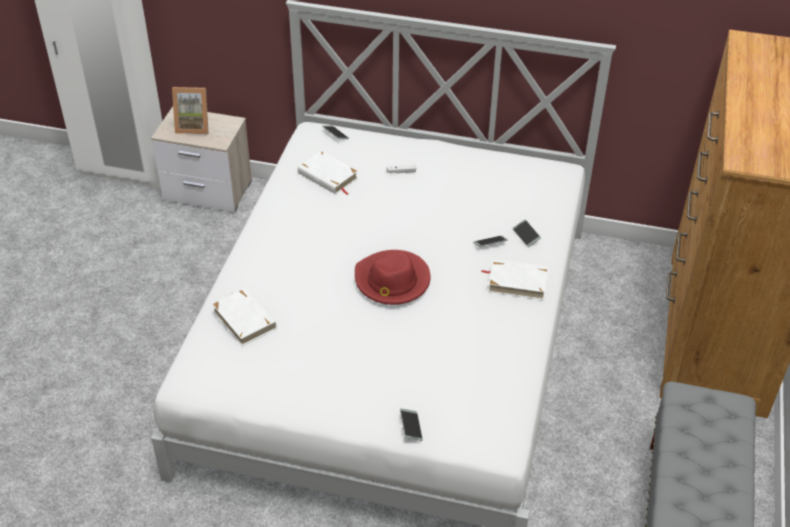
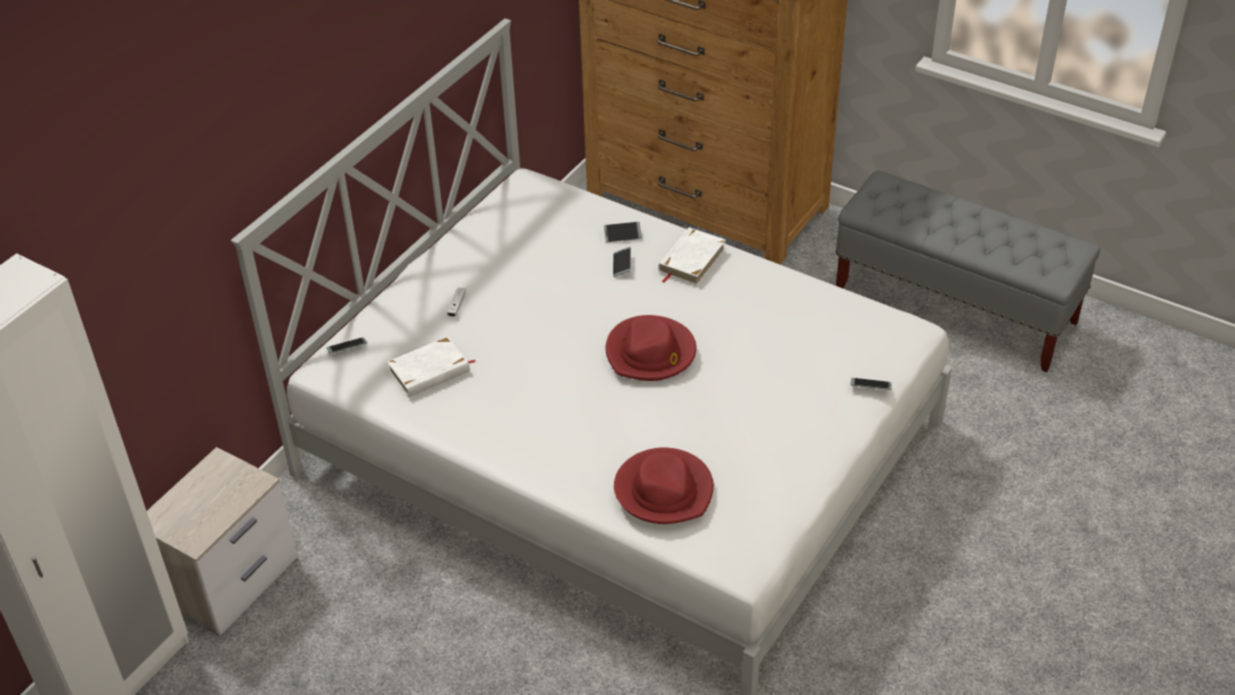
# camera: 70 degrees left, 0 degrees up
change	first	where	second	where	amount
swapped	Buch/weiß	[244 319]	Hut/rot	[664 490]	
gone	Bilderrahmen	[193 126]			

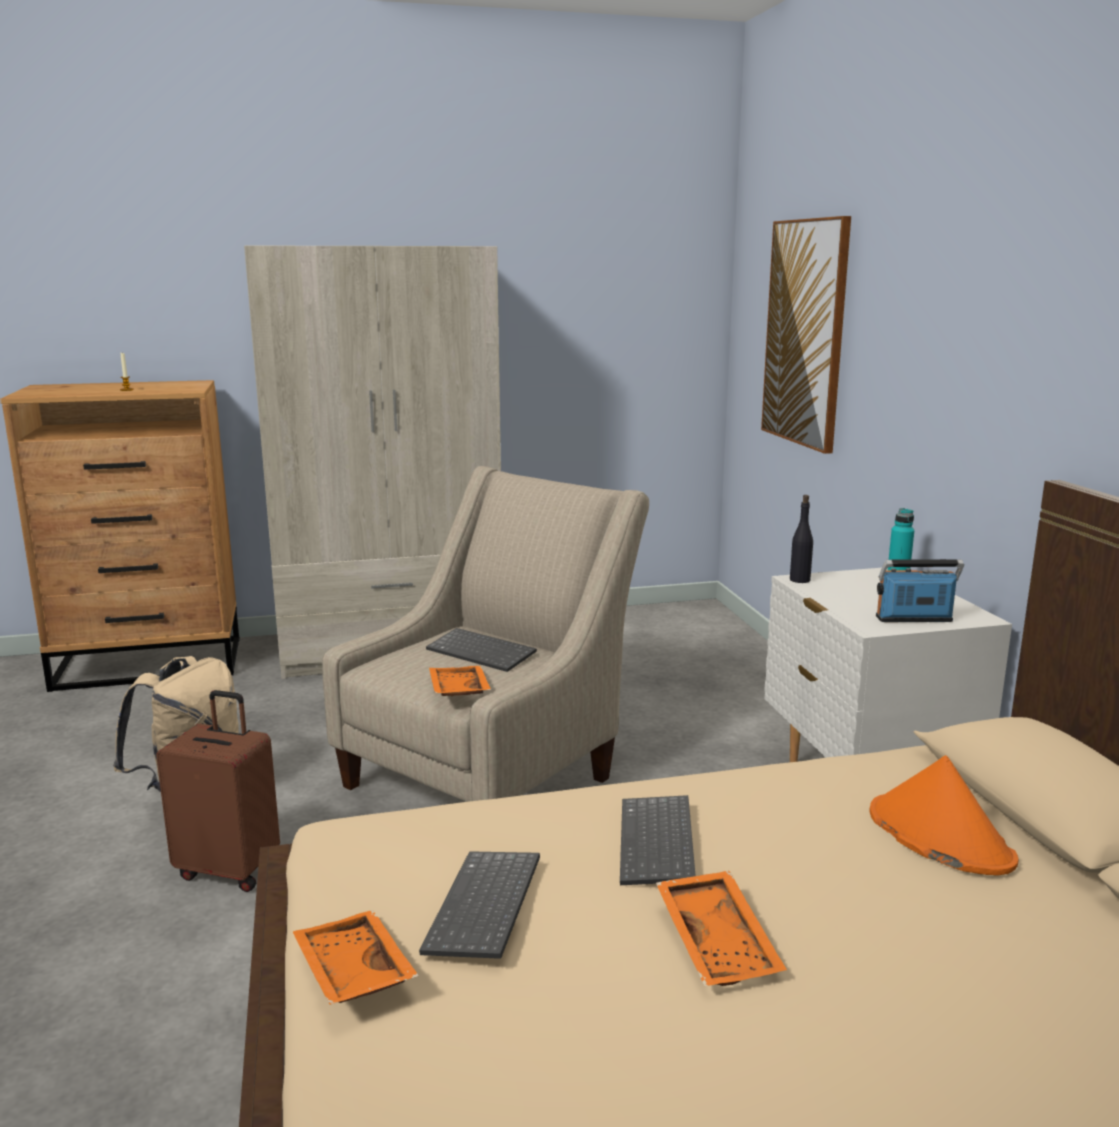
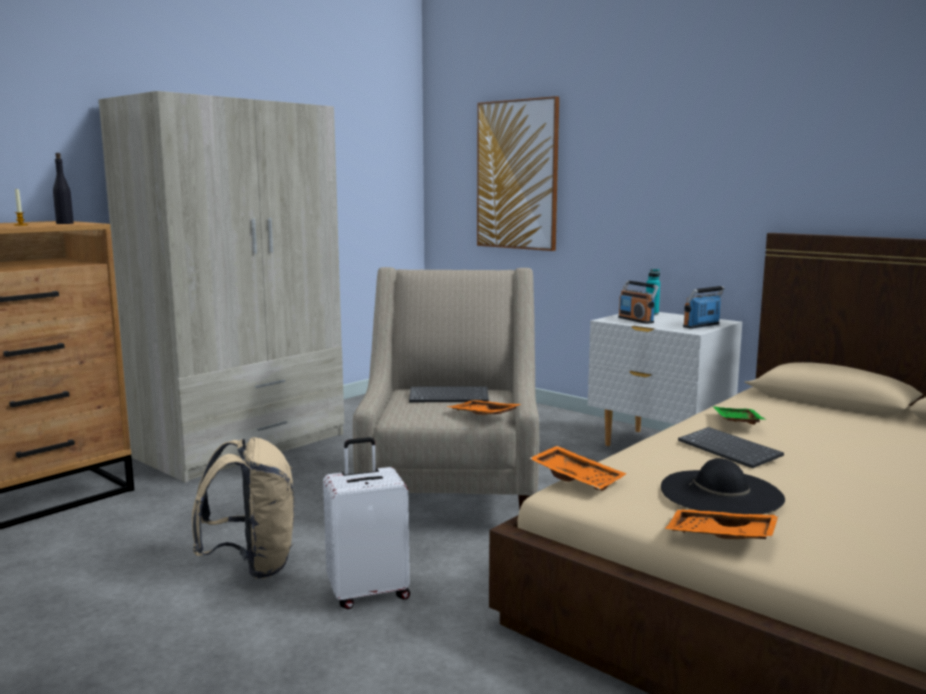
# camera: 35 degrees left, 5 degrees down
change	first	where	second	where	amount
shifted	Flasche/schwarz	[800 580]		[65 223]	
repainted	Koffer/braun	[230 869]	Koffer/weiß	[368 592]	
shifted	Tablett/orange	[719 942]		[577 478]	
new			Radio	[636 320]	
swapped	Tastatur	[486 908]	Hut/schwarz	[721 493]	
new			Tablett/grün	[736 423]	
gone	Hut/orange	[938 836]			

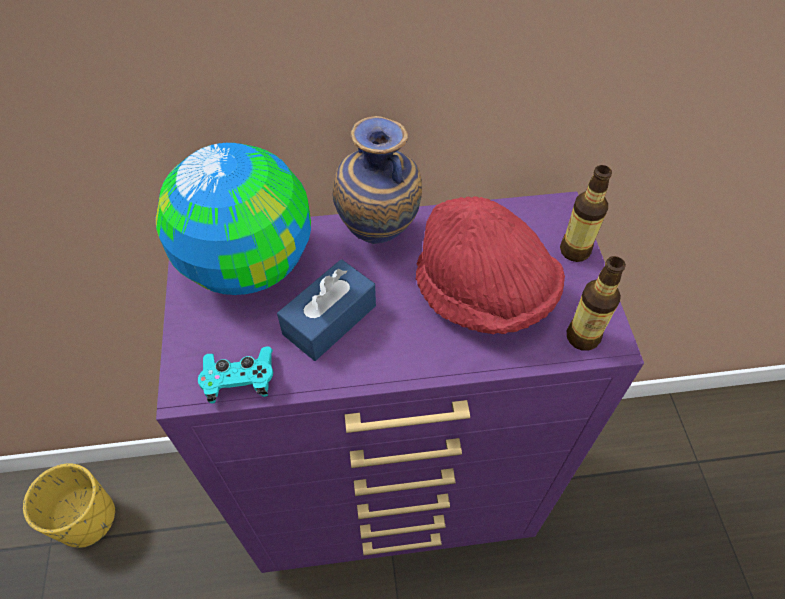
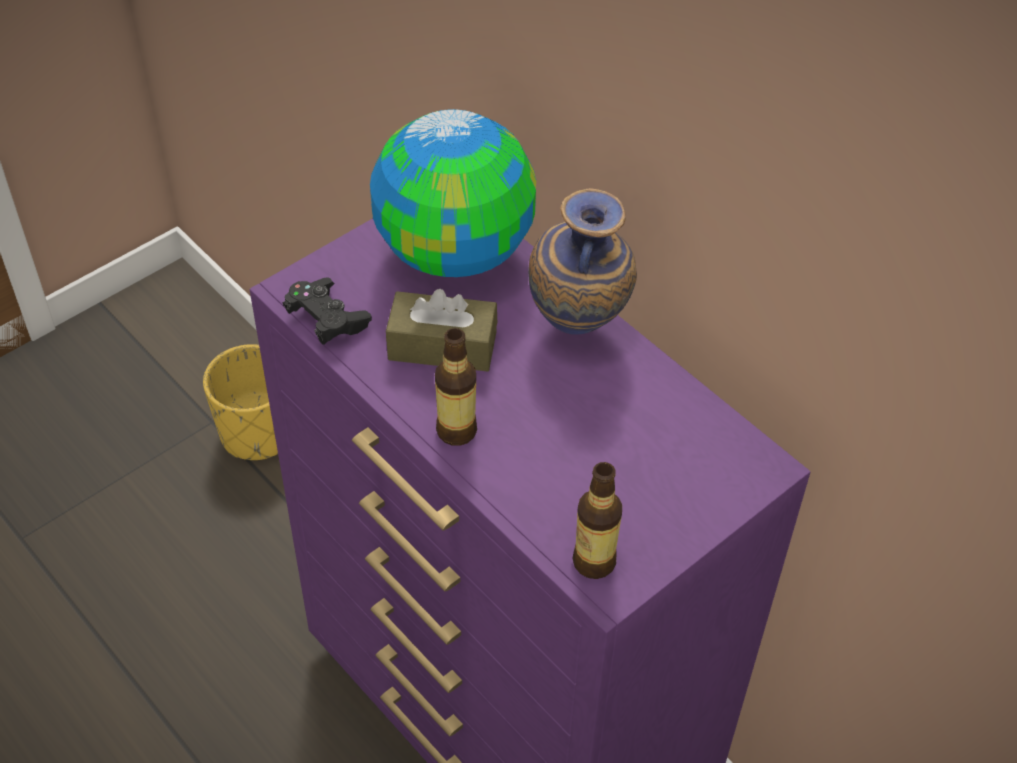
# camera: 55 degrees right, 5 degrees down
change	first	where	second	where	amount
repainted	Gamepad/türkis	[240 380]	Gamepad/schwarz	[327 320]	
repainted	Taschentuchbox/blau	[329 320]	Taschentuchbox/braun	[442 346]	
shifted	Flasche	[574 250]		[456 431]	
gone	Hut/rot	[483 295]			

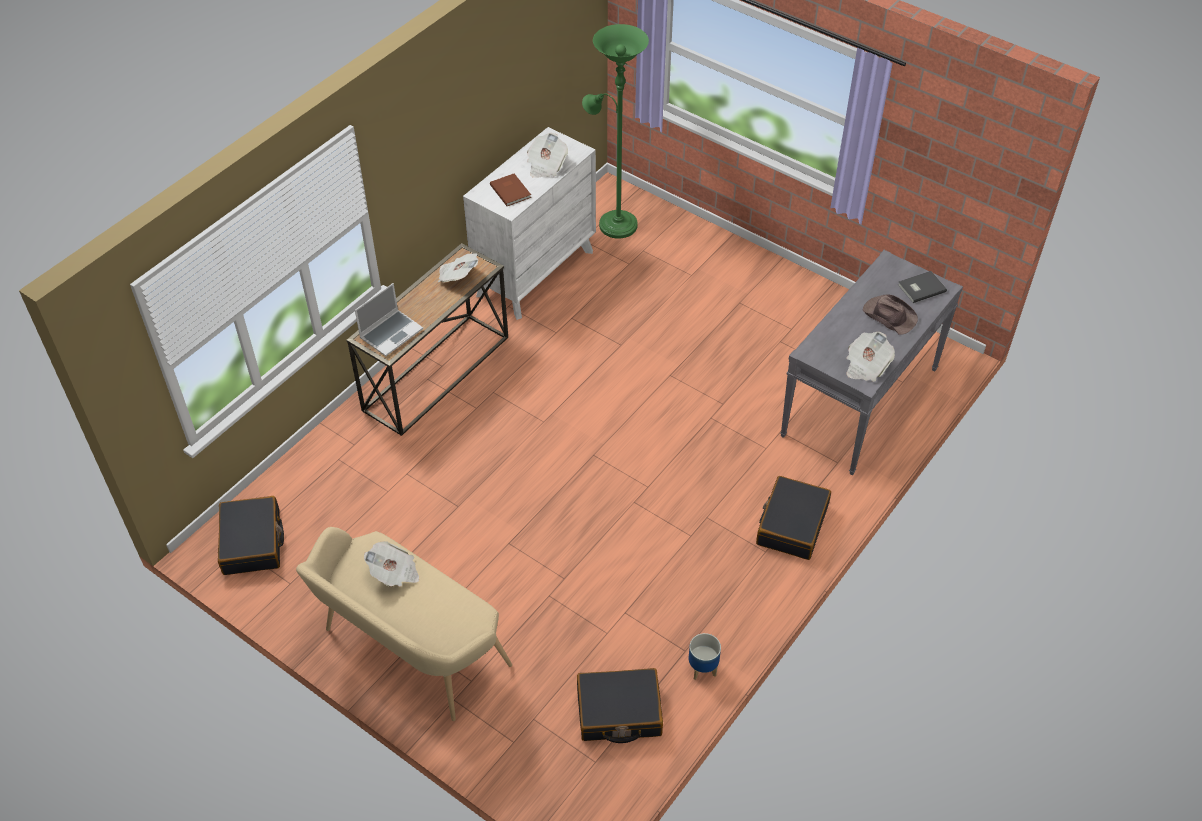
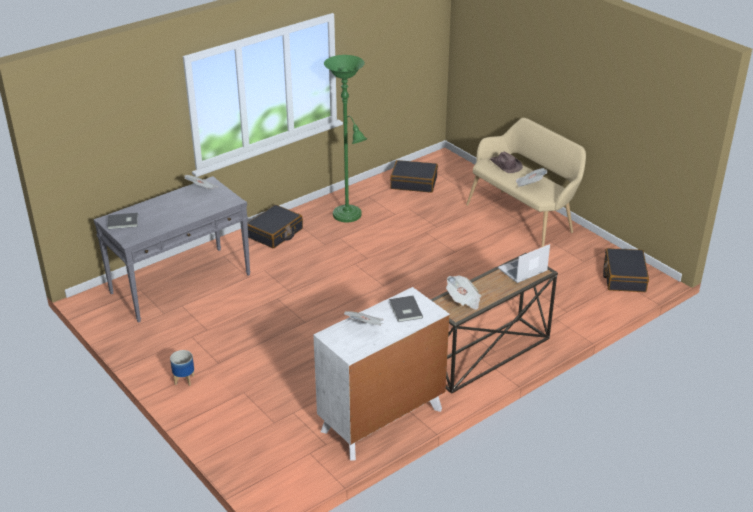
# camera: 165 degrees left, 15 degrees down
change	first	where	second	where	amount
shifted	Pflanzkübel	[702 668]		[184 379]	
shifted	Stehlampe/grün	[614 223]		[349 216]	
repainted	Buch/braun	[511 190]	Buch/grau	[405 310]	
shifted	Hut/braun	[889 315]		[505 165]	

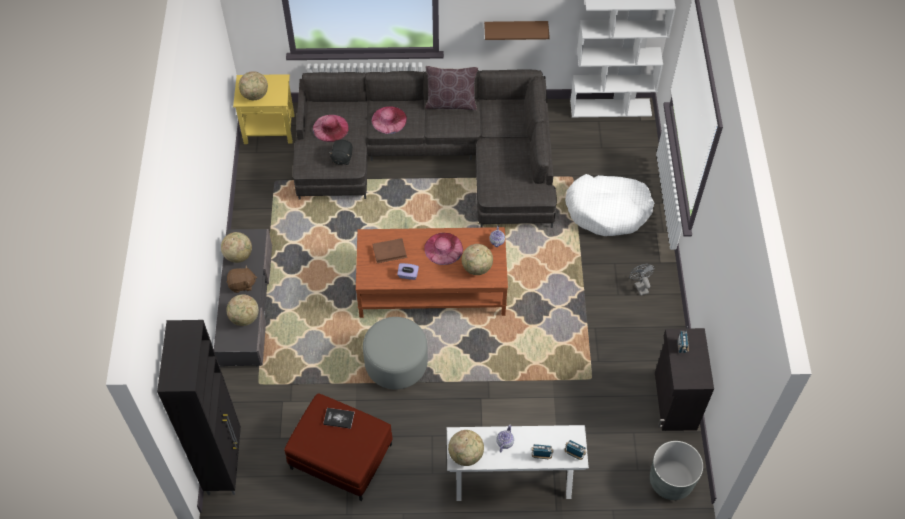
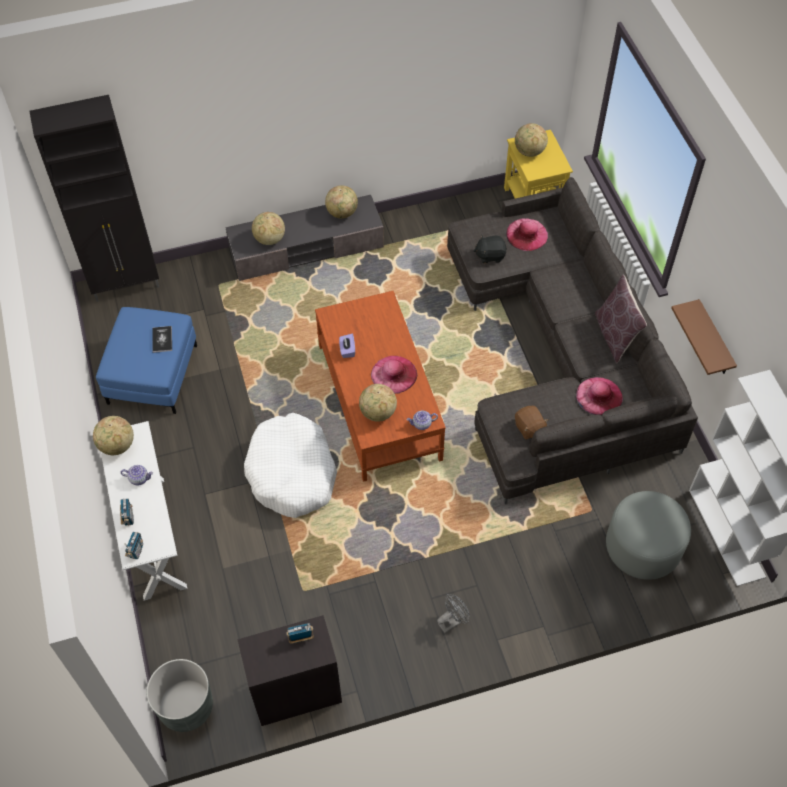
# camera: 75 degrees right, 0 degrees up
change	first	where	second	where	amount
repainted	Polsterhocker/rot	[340 456]	Polsterhocker/blau	[152 373]	
shifted	Hundebett/weiß	[608 210]		[292 473]	
shifted	Plüschtier/braun	[242 284]		[529 428]	
shifted	Hut/rosa	[389 120]		[599 396]	
shifted	Polsterhocker/grau	[396 363]		[642 547]	
gone	Buch/braun	[389 251]			

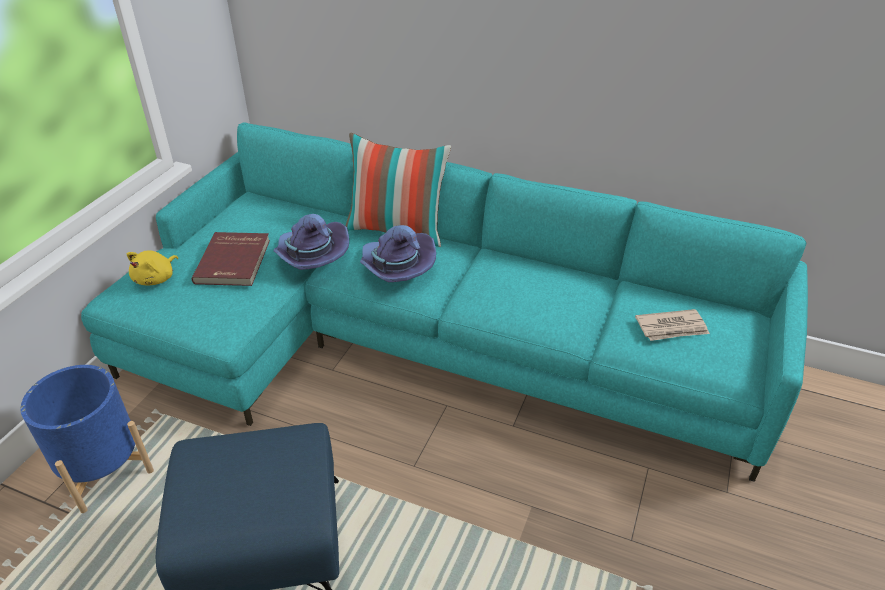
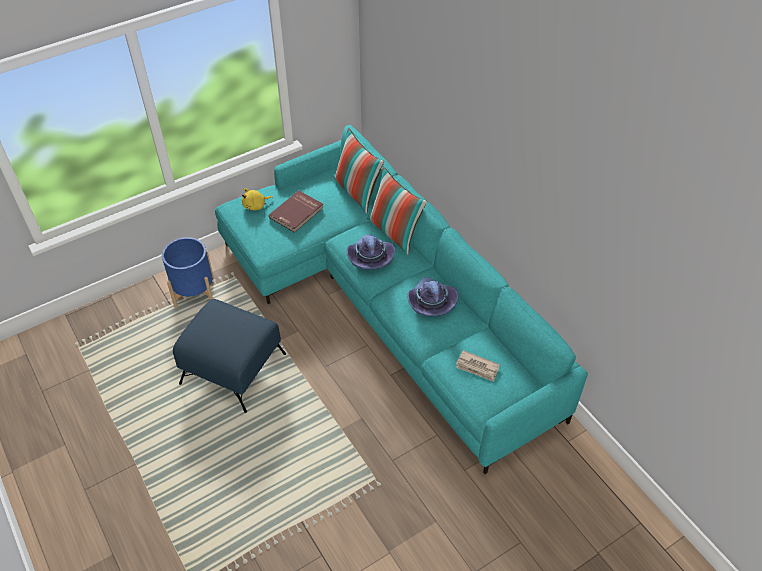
# camera: 35 degrees right, 10 degrees up
change	first	where	second	where	amount
new			Kissen	[357 192]	
shifted	Hut/lila	[310 256]		[431 302]	

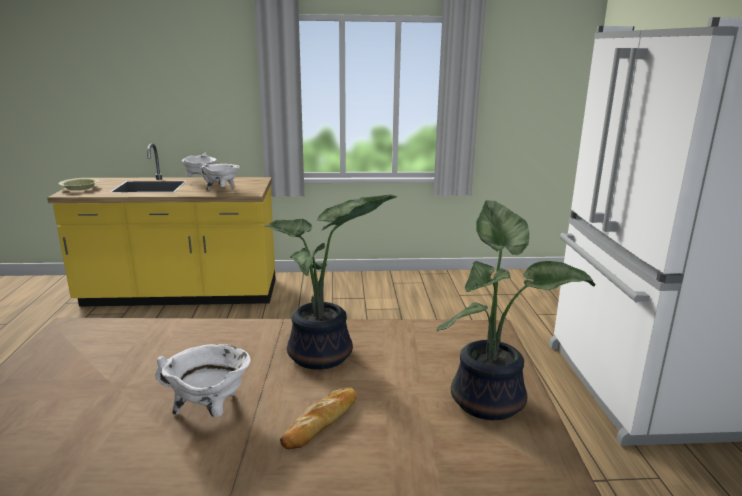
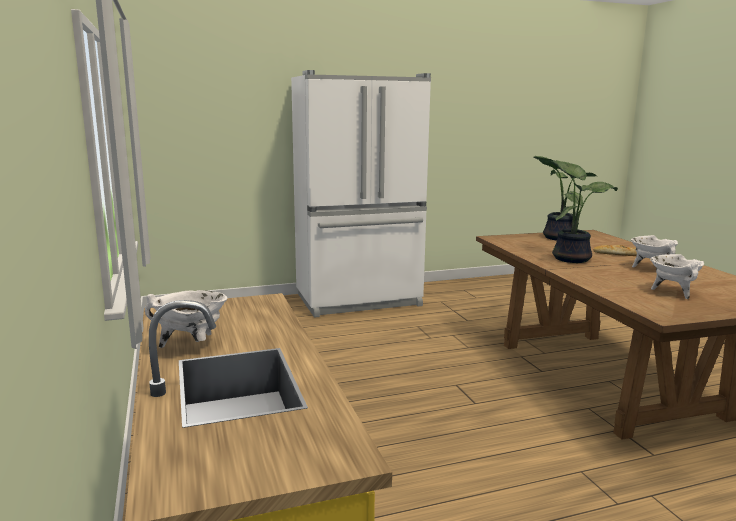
# camera: 105 degrees left, 5 degrees down
change	first	where	second	where	amount
shifted	Kochtopf/weiß	[222 190]		[673 292]	
gone	Schüssel/gelb	[80 188]			

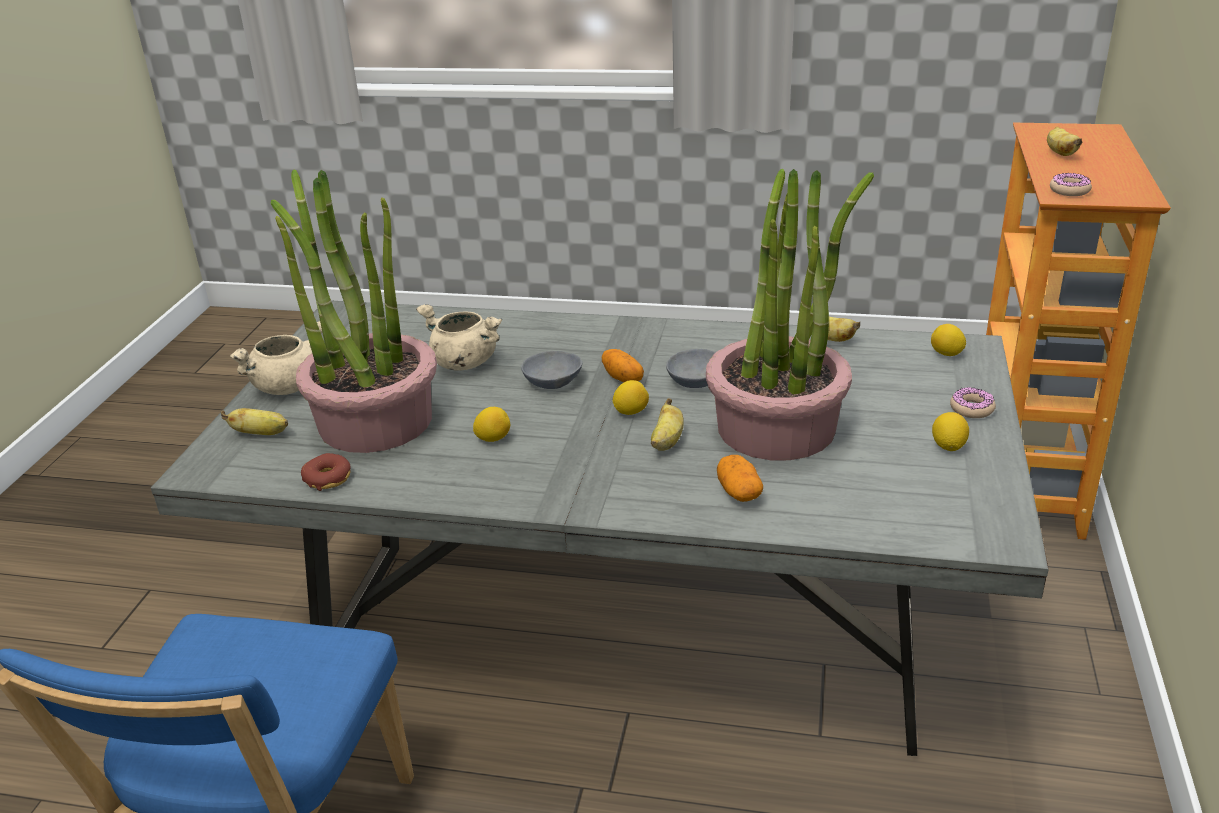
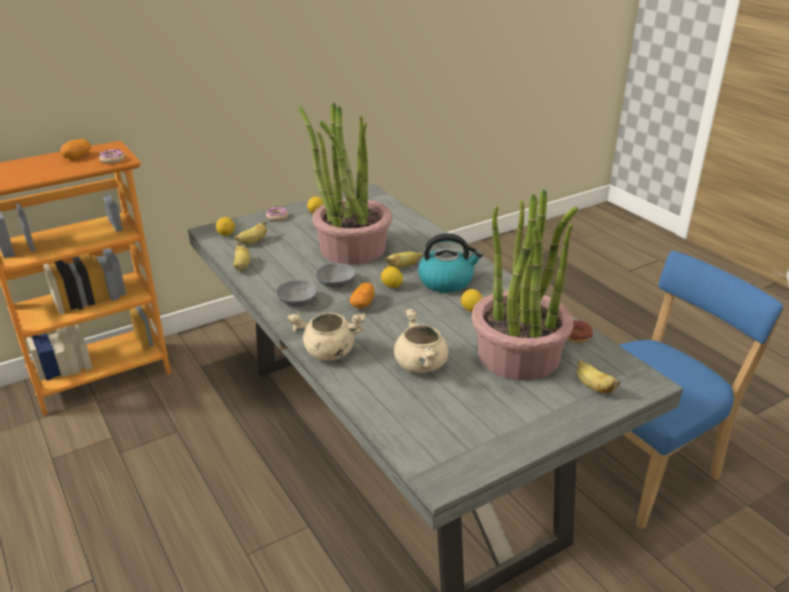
# camera: 135 degrees left, 0 degrees up
change	first	where	second	where	amount
shifted	Kartoffel	[738 492]		[77 156]	
shifted	Banane	[1060 153]		[253 242]	
shifted	Schüssel/grau	[553 380]		[296 301]	
shifted	Kochtopf/beige	[287 386]		[328 352]	
new			Wasserkessel	[446 281]	

